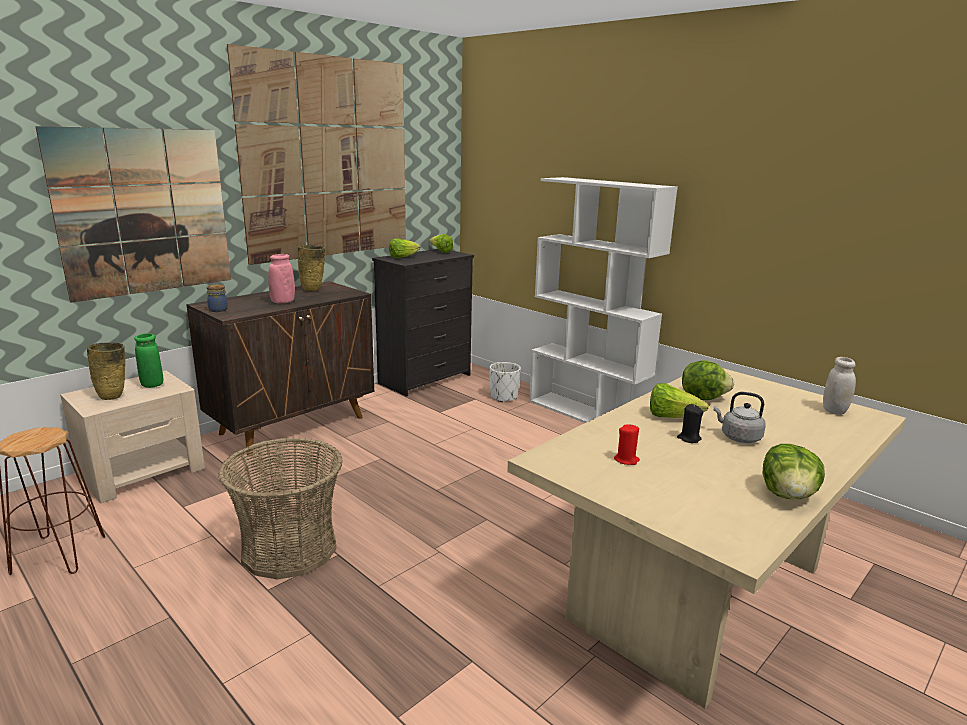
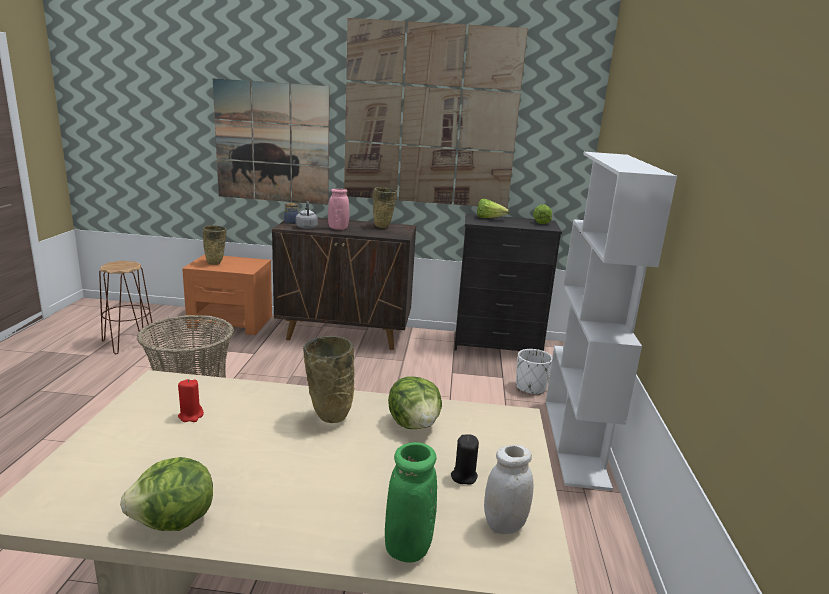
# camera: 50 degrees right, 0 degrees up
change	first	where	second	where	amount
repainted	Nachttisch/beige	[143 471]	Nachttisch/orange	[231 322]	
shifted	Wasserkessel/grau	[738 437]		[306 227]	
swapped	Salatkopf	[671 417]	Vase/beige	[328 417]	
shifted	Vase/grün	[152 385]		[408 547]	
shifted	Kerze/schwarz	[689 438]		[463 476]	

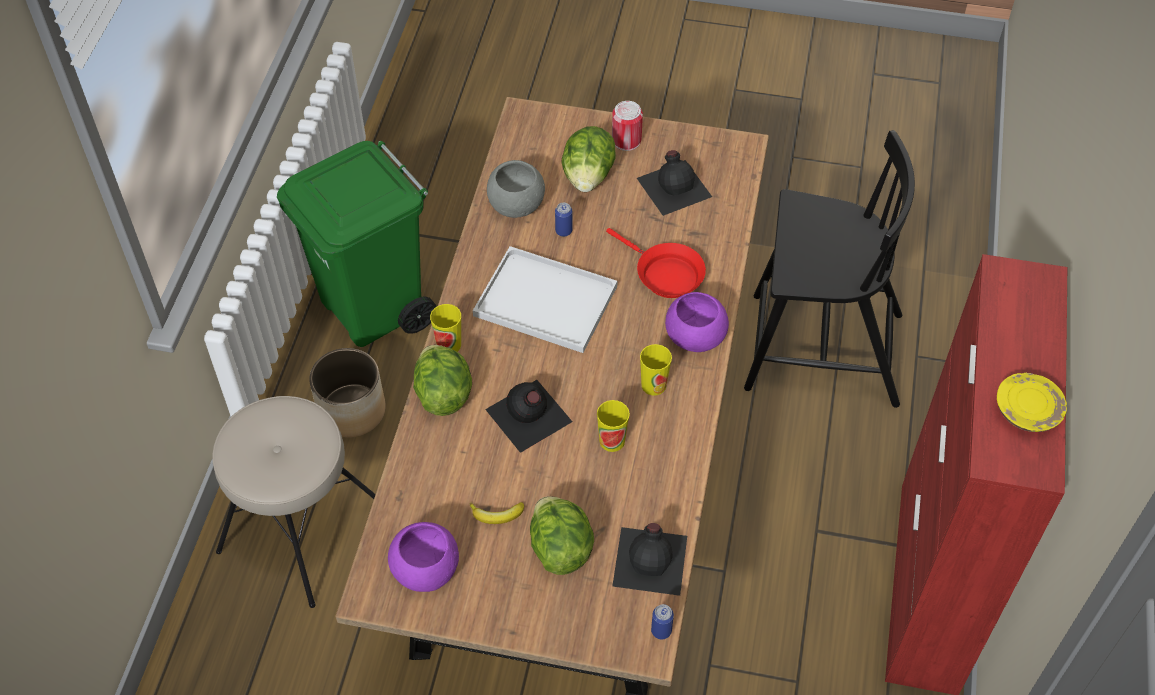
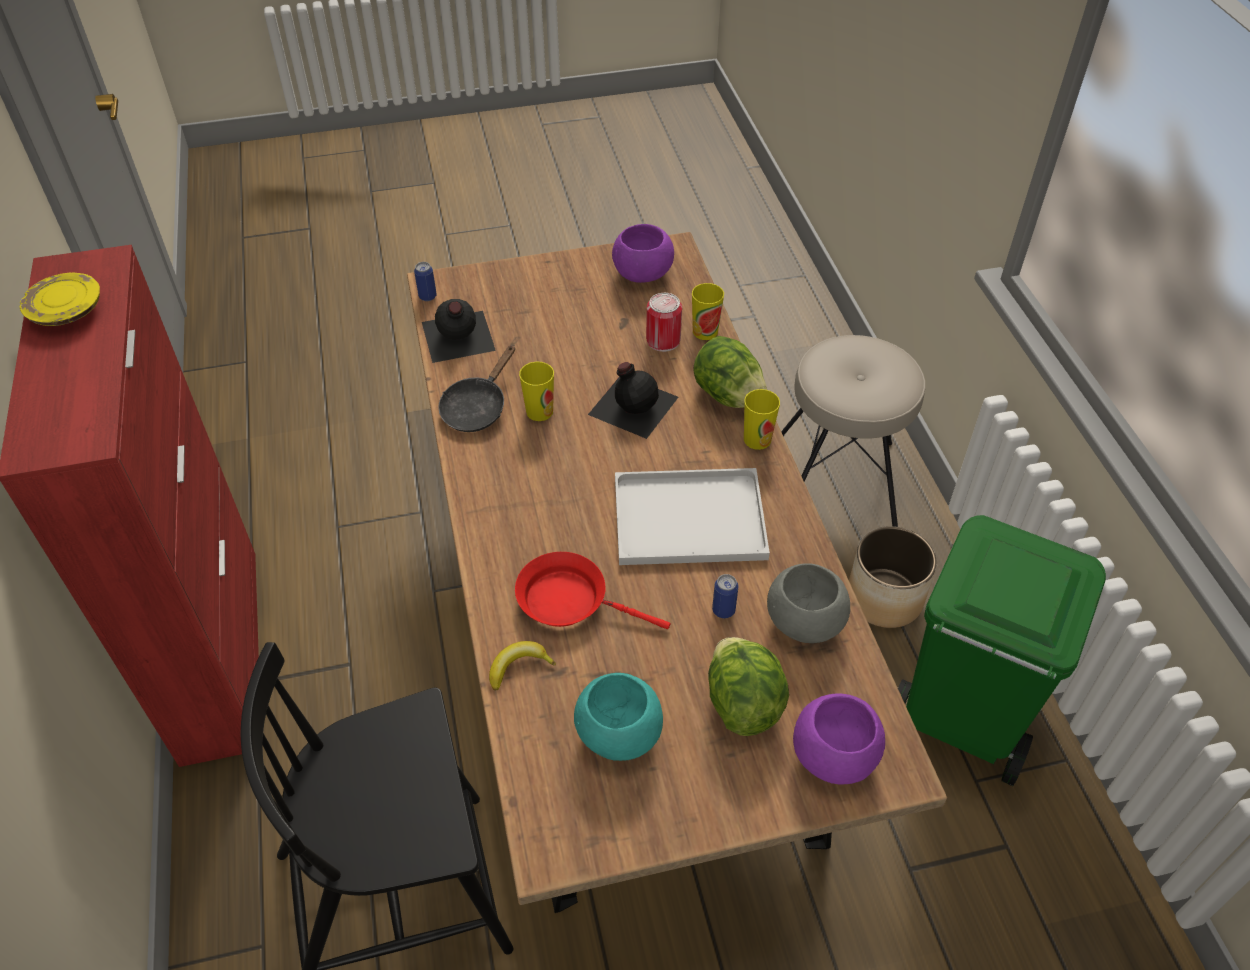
# camera: 155 degrees right, 5 degrees down
change	first	where	second	where	amount
new			Pfanne/schwarz	[477 407]	
shifted	Banane	[497 515]		[518 667]	
swapped	Flasche/schwarz	[674 186]	Schüssel/türkis	[618 735]	
shifted	Dose	[626 140]		[663 340]	
shifted	Tasse	[653 385]		[705 331]	
shifted	Schüssel/lila	[695 338]		[833 755]	
gone	Salatkopf	[560 547]			

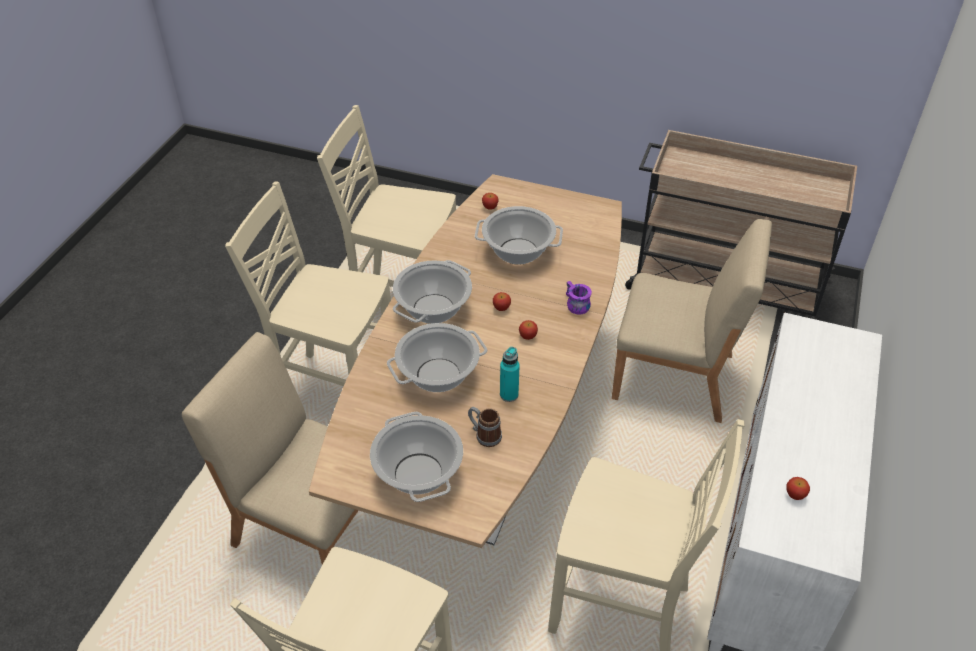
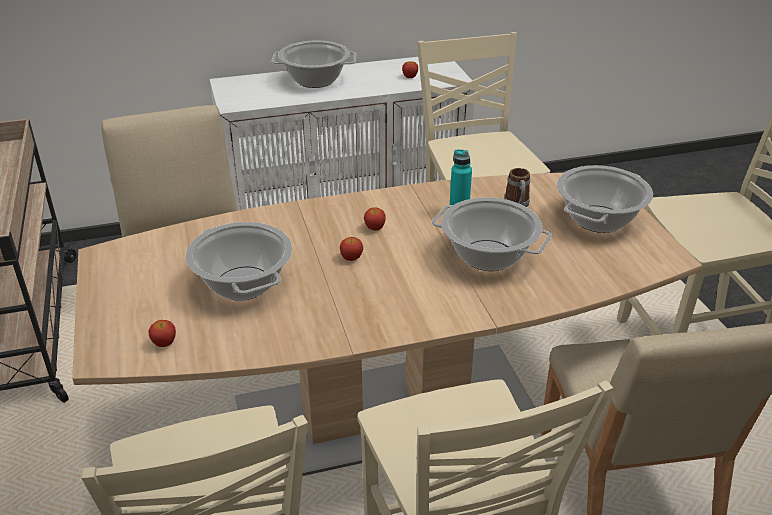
# camera: 125 degrees left, 10 degrees down
change	first	where	second	where	amount
shifted	Kochtopf	[433 309]		[315 80]	
gone	Henkelbecher/lila	[574 305]			

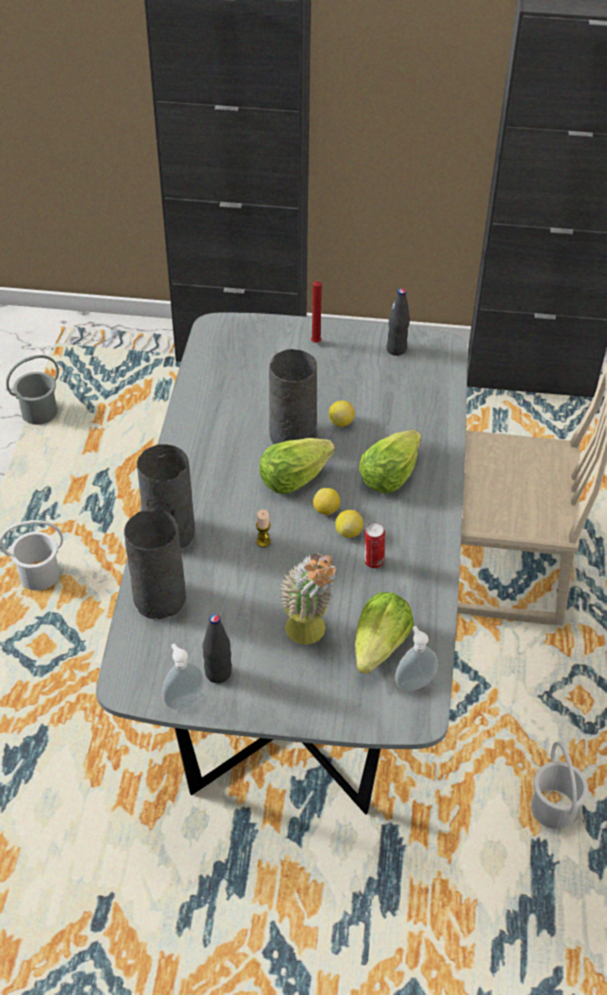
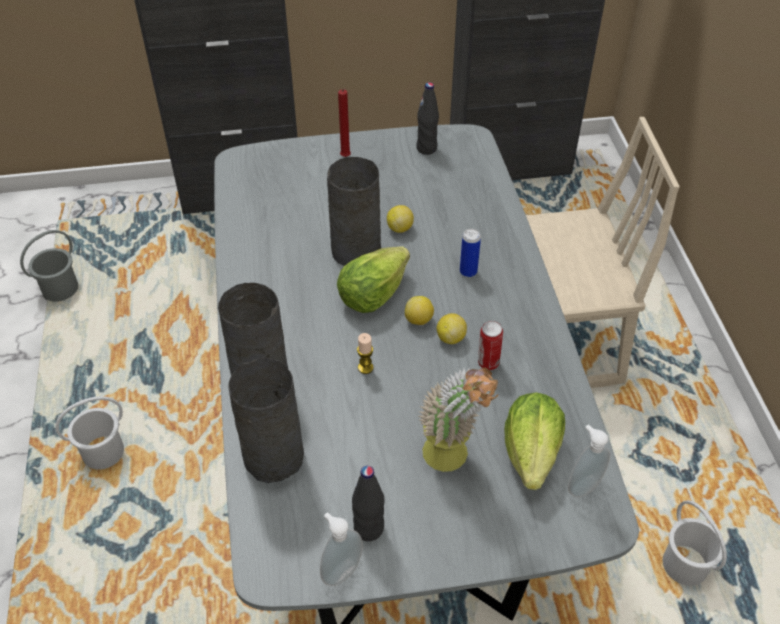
# camera: 15 degrees left, 0 degrees up
change	first	where	second	where	amount
swapped	Salatkopf	[388 476]	Dose	[468 271]	

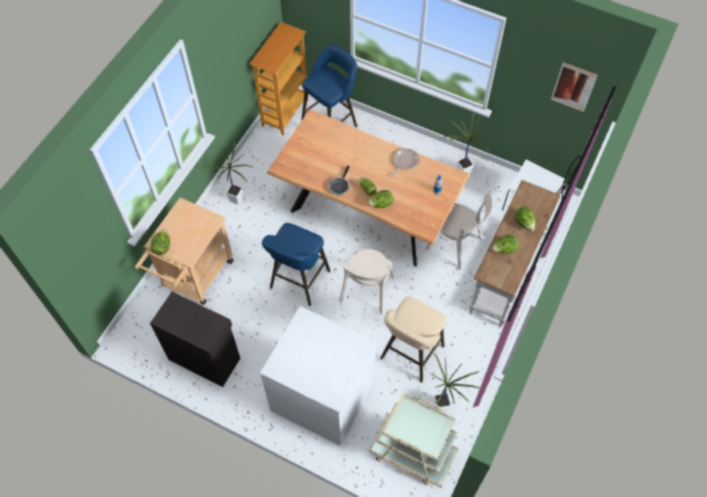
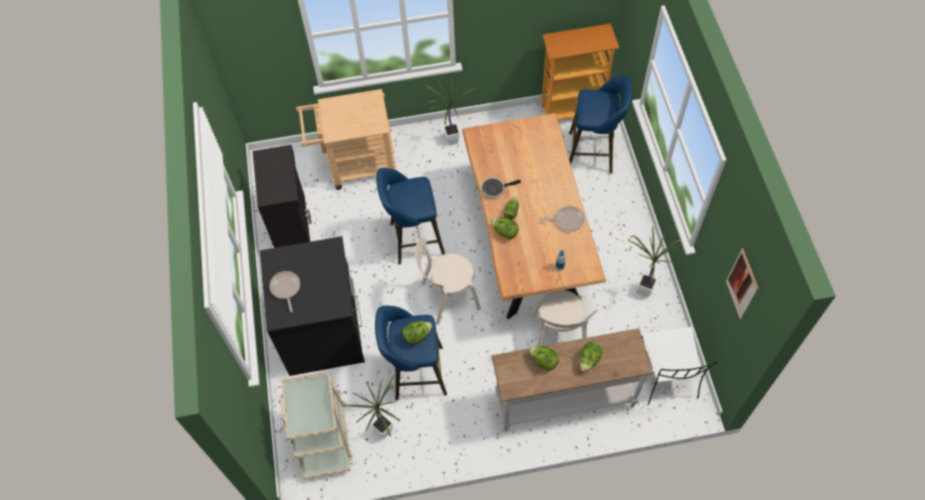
# camera: 55 degrees right, 0 degrees up
change	first	where	second	where	amount
repainted	Kommode/weiß	[322 395]	Kommode/schwarz	[324 331]	
new			Pfanne	[285 288]	
repainted	Hocker/beige	[410 355]	Hocker/blau	[415 373]	
shifted	Salatkopf	[162 247]		[417 336]	

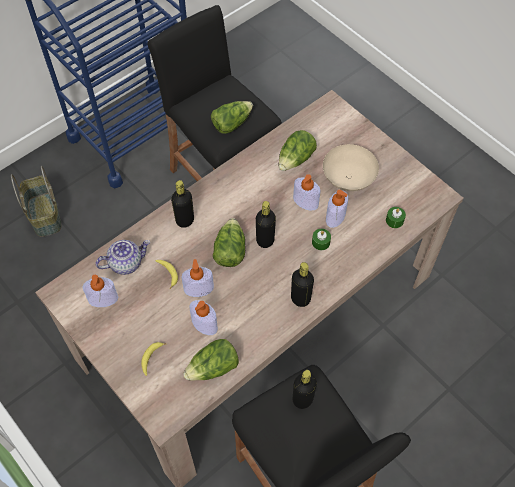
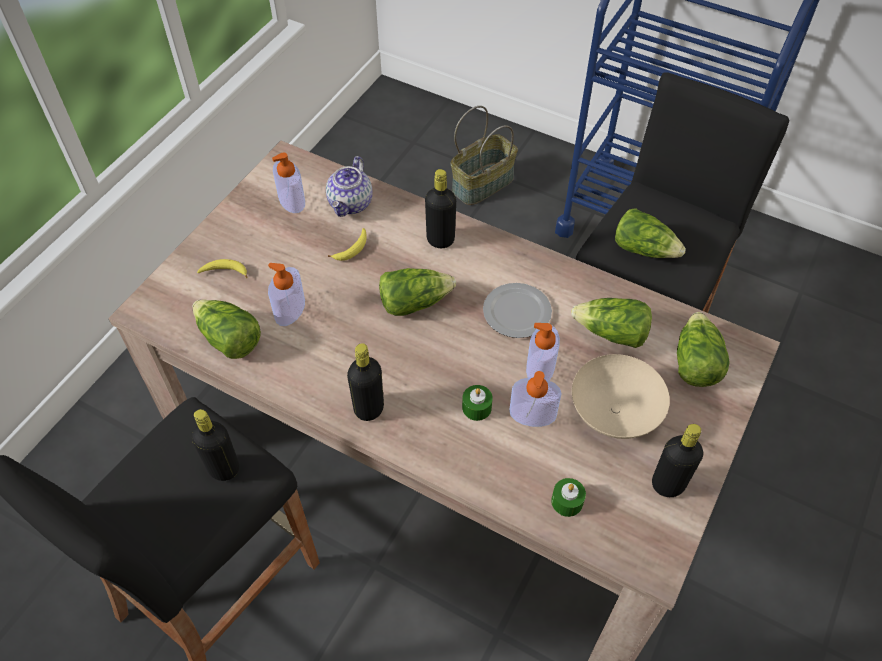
# camera: 70 degrees right, 5 degrees down
change	first	where	second	where	amount
rotated	Teekanne	[126 263]		[351 204]	60 degrees clockwise
new			Teller	[517 311]	
shifted	Flasche/schwarz	[265 240]		[668 484]	
new			Salatkopf	[695 362]	
gone	Seifenspender	[198 289]			

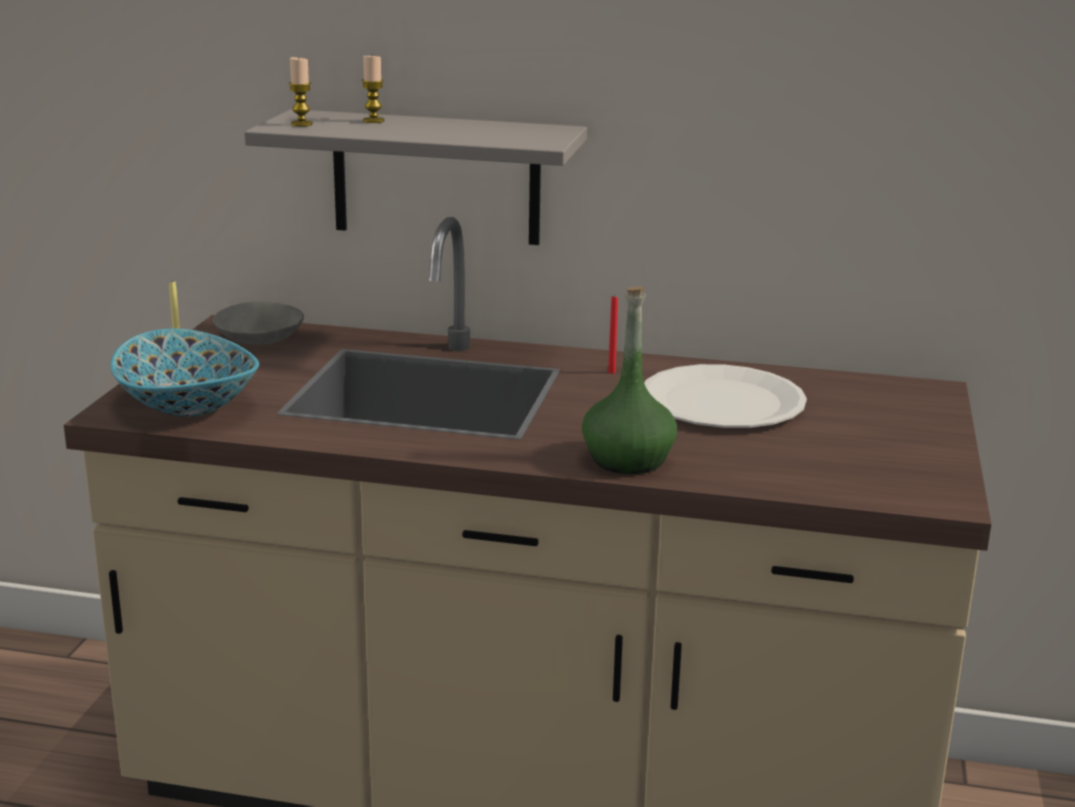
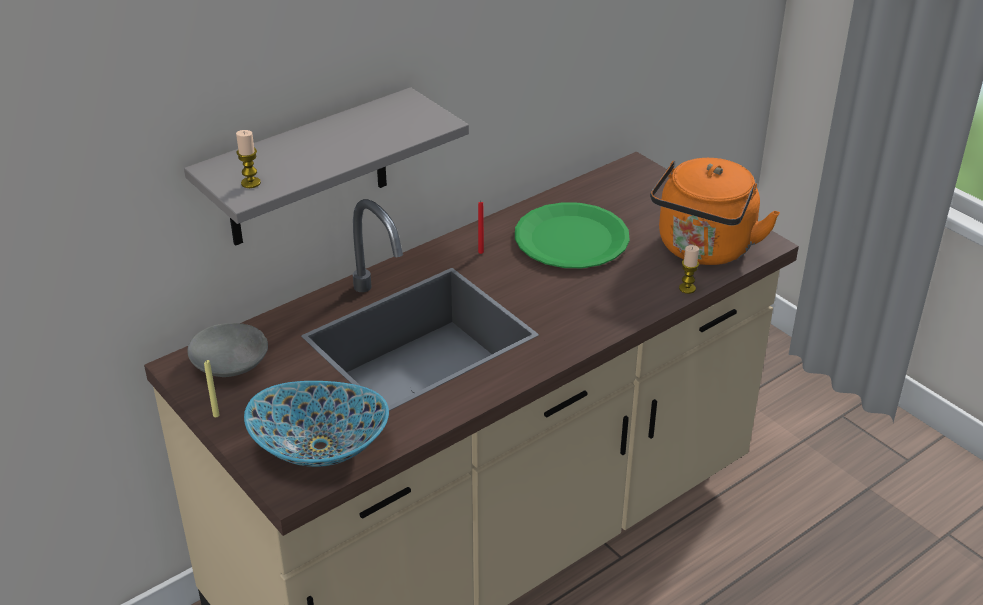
# camera: 50 degrees left, 15 degrees up
change	first	where	second	where	amount
repainted	Teller/weiß	[723 402]	Teller/grün	[572 239]	
new			Wasserkessel/orange	[703 250]	
shifted	Kerze	[373 121]		[687 288]	
gone	Flasche/grün	[627 460]			

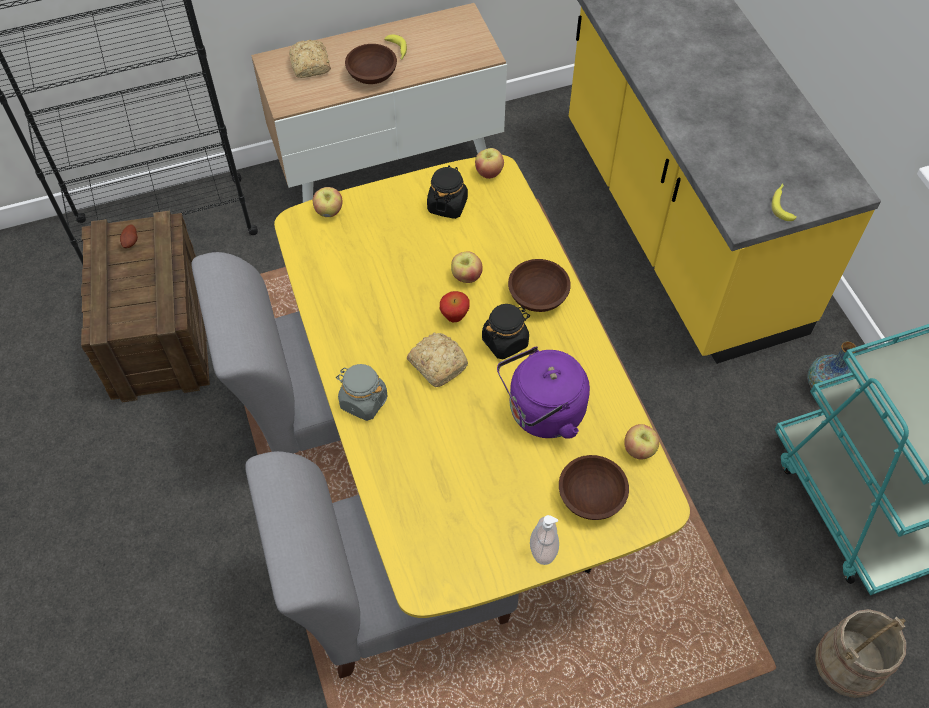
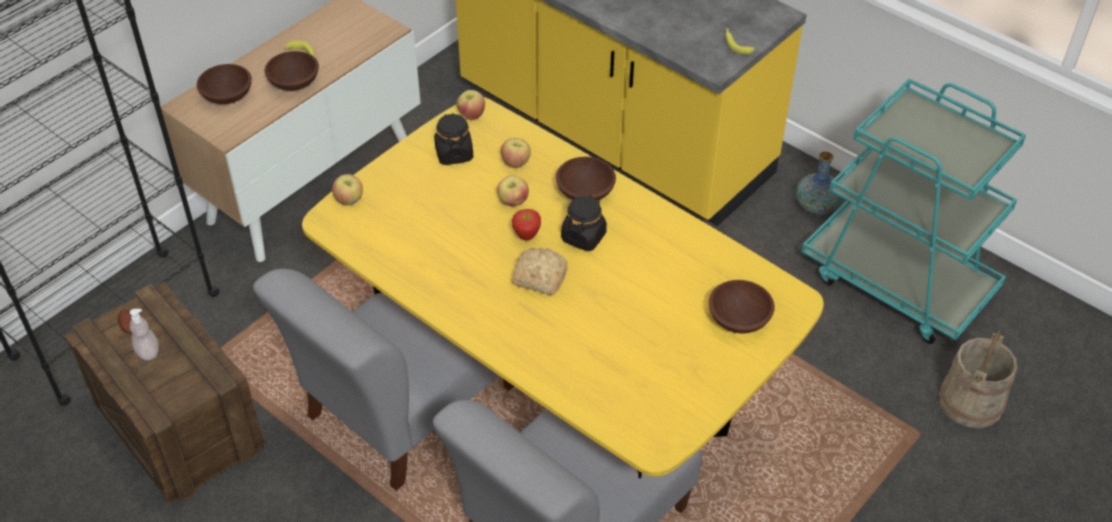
# camera: 30 degrees left, 10 degrees down
change	first	where	second	where	amount
shifted	Seifenspender	[543 549]		[148 352]	
swapped	Brot	[310 66]	Schüssel/braun	[227 96]	
shifted	Apfel	[639 449]		[516 162]	
gone	Vorratsglas/grau	[363 401]			
gone	Wasserkessel/lila	[542 413]			

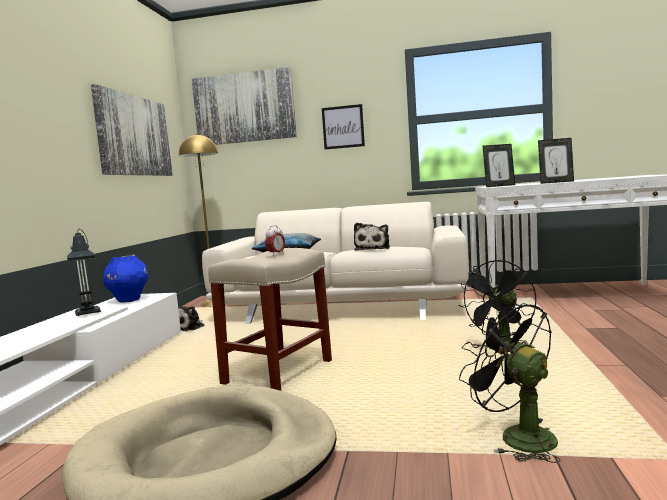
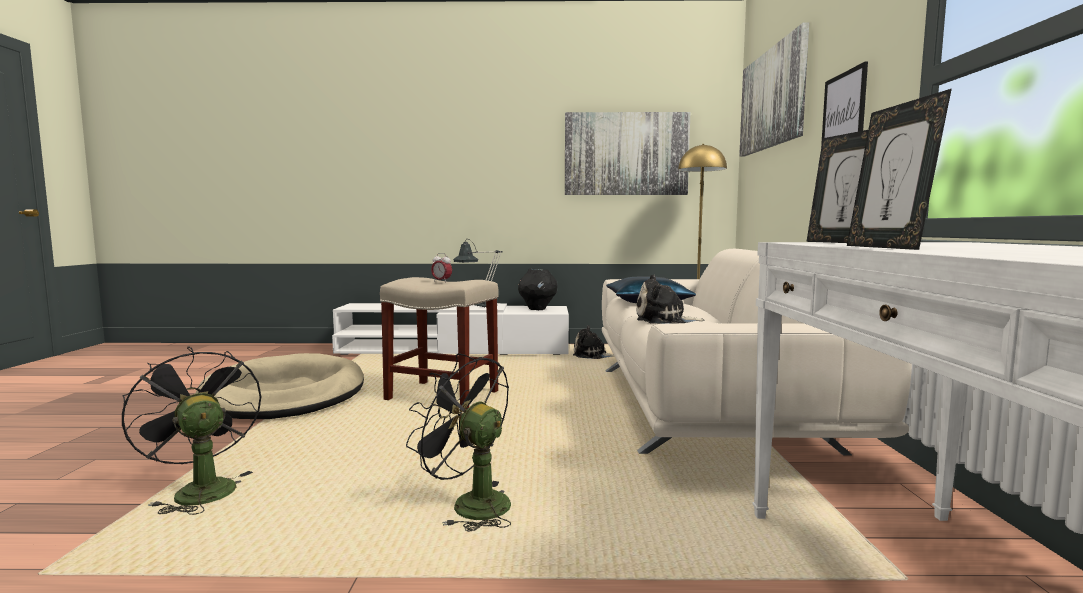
# camera: 80 degrees right, 0 degrees up
change	first	where	second	where	amount
rotated	Ventilator/schwarz	[516 436]		[200 489]	90 degrees counterclockwise
repainted	Vase/blau	[128 300]	Vase/schwarz	[537 309]	

